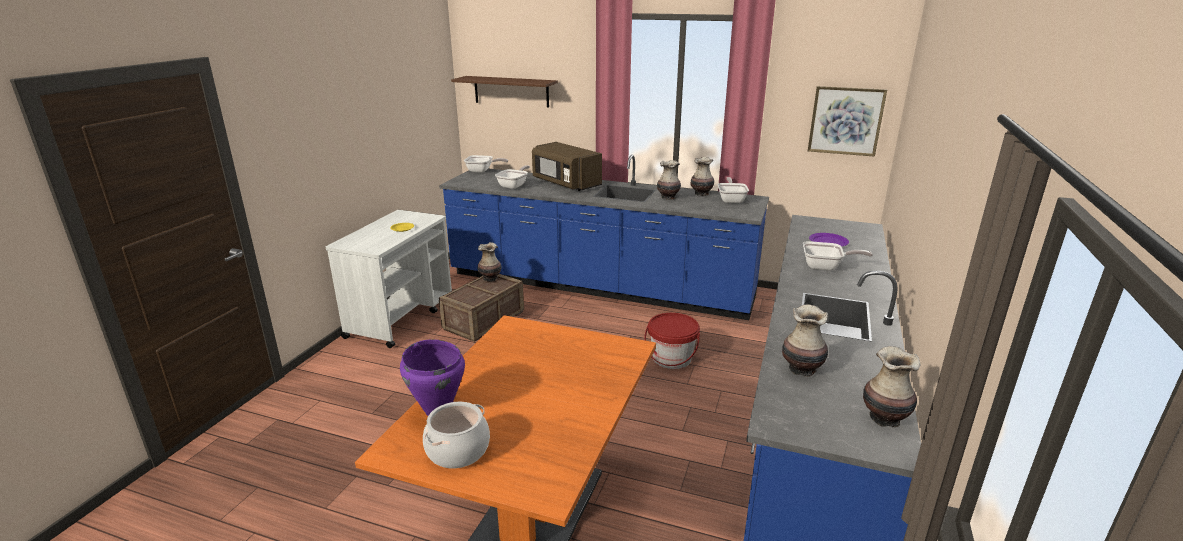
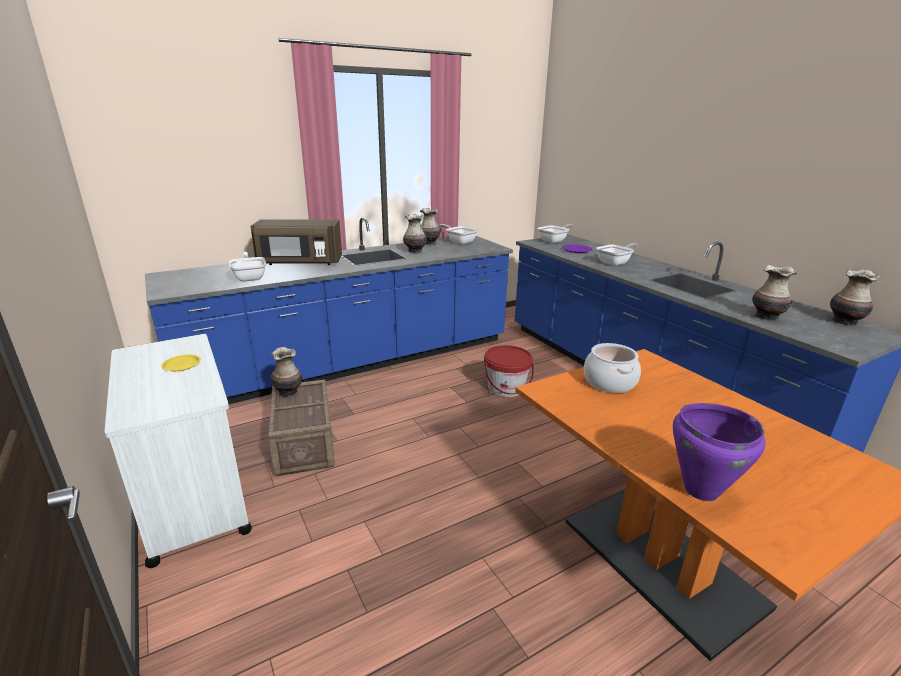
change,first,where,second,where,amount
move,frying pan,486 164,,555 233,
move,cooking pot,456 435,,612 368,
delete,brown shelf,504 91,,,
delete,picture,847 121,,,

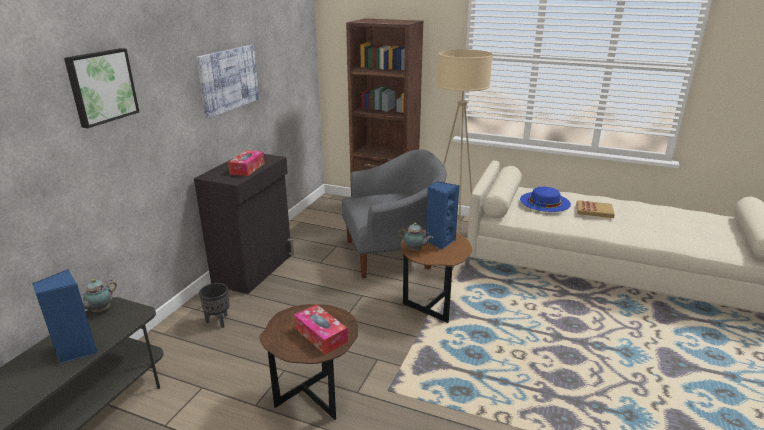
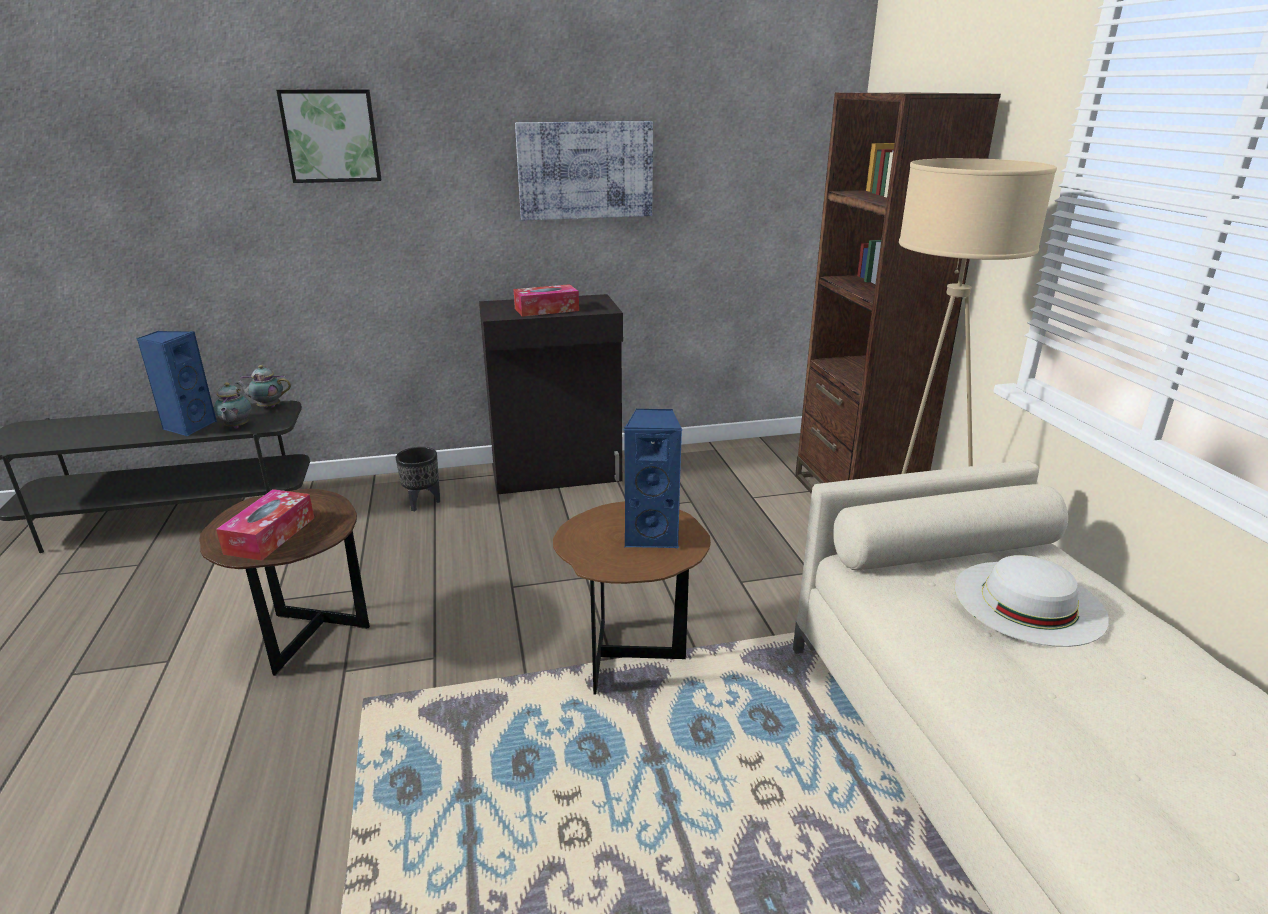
change,first,where,second,where,amount
move,teapot,415 237,,232 405,
recolor,blue hat,545 199,white hat,1032 601,
delete,grey armchair,394 213,,,
delete,book,595 209,,,

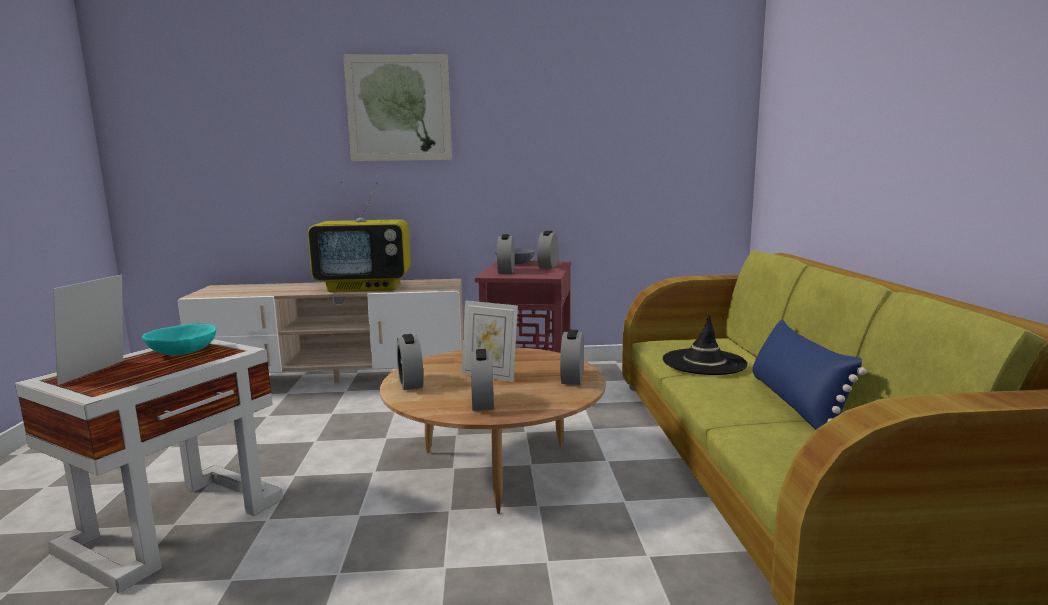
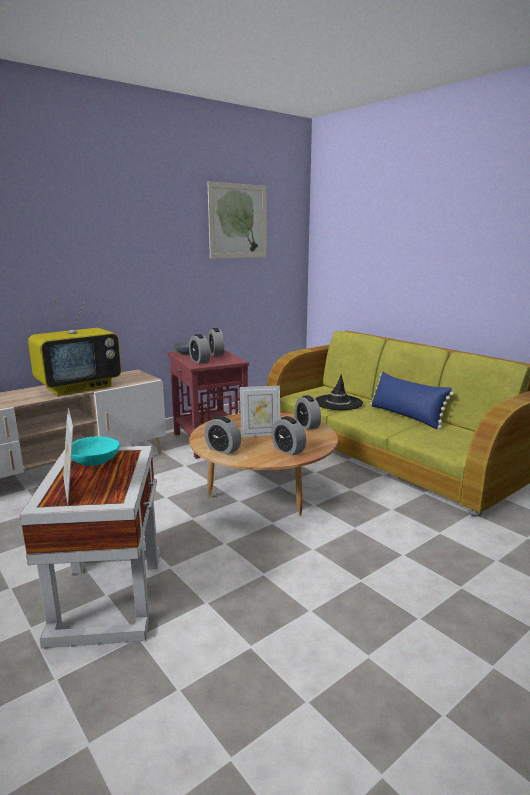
change,first,where,second,where,amount
move,picture,397 108,,236 220,

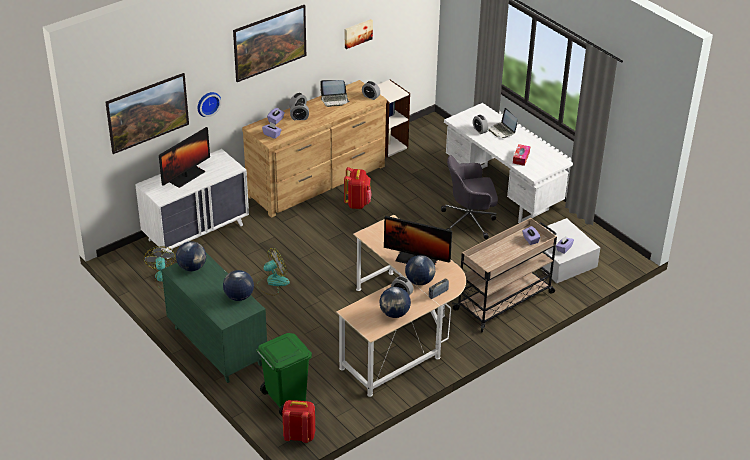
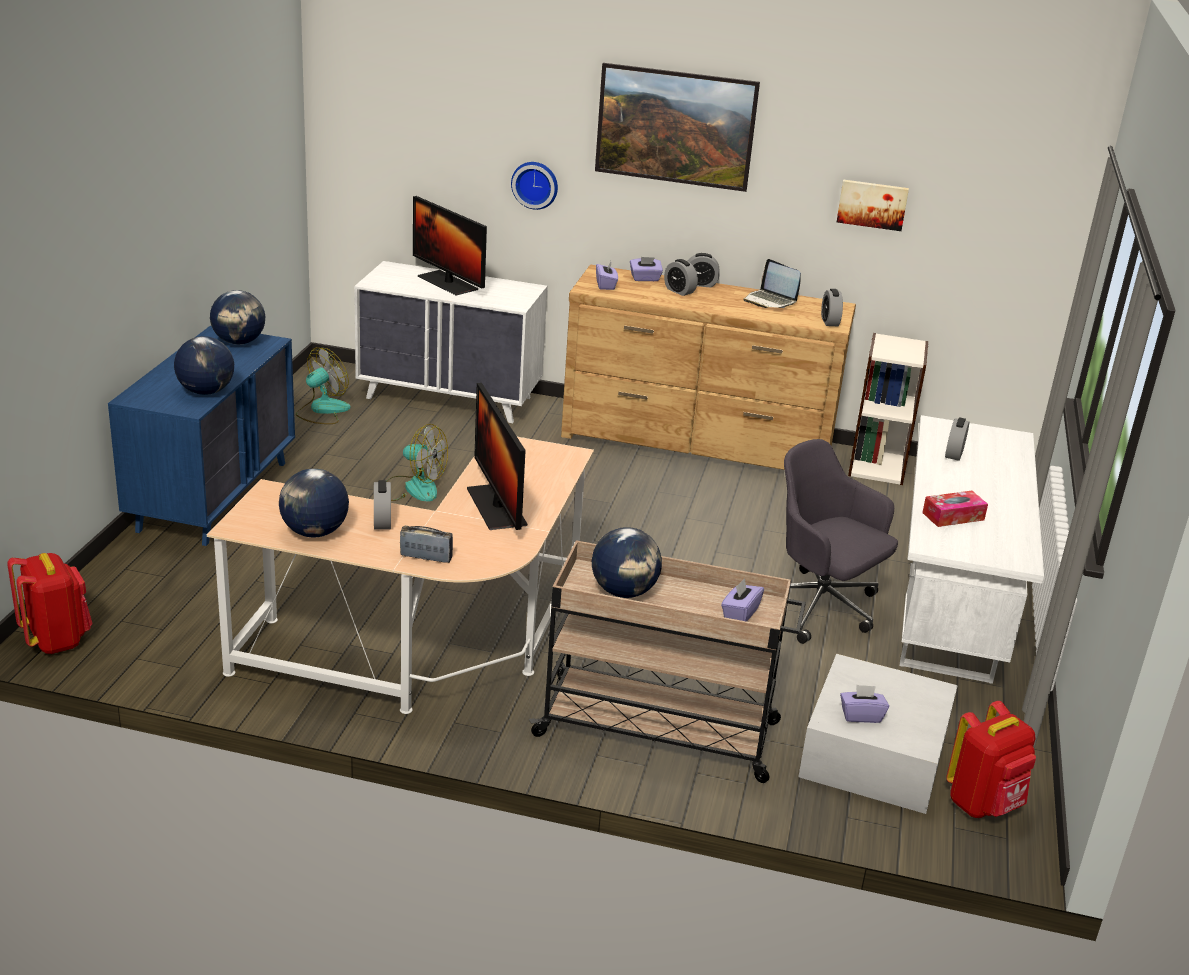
change,first,where,second,where,amount
recolor,green dresser,214 318,blue dresser,201 436,
rotate,monitor,184 157,,450 245,45 degrees clockwise
move,globe,420 270,,627 562,
move,red backpack,358 188,,991 759,
delete,picture,147 113,,,
delete,green trash can,284 375,,,
delete,laptop,502 123,,,

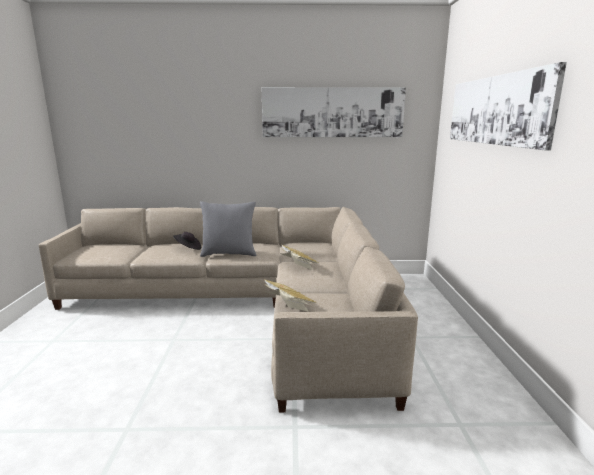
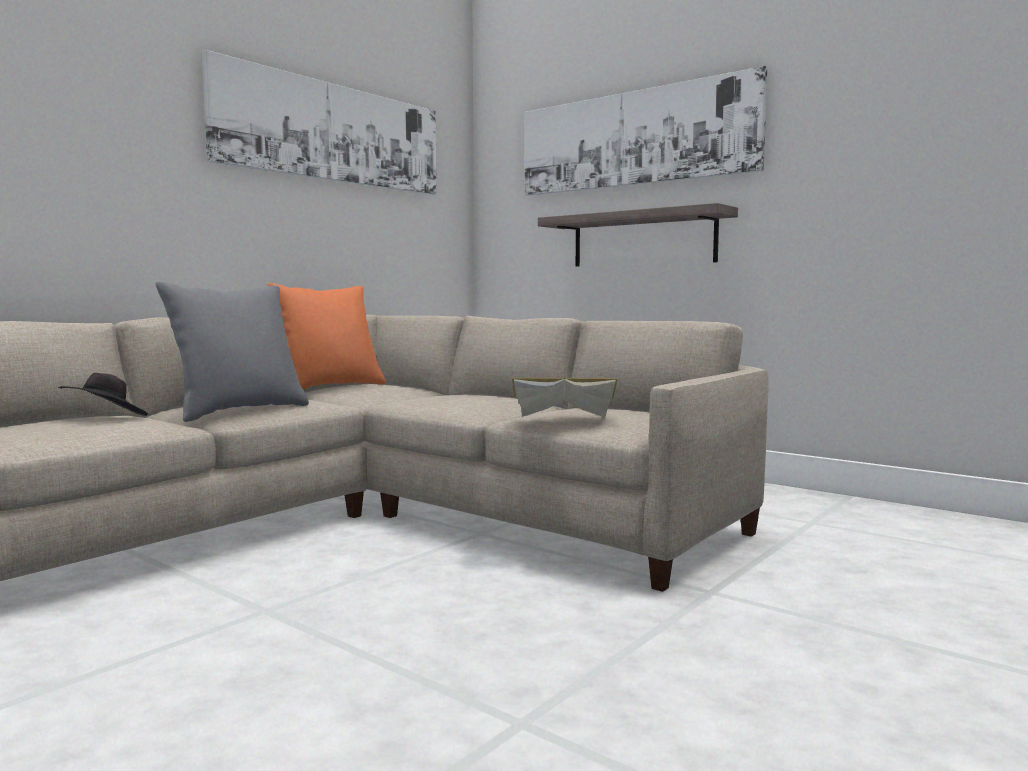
change,first,where,second,where,amount
insert,,,orange pillow,326 336,
insert,,,shelf,638 235,
delete,book,300 257,,,

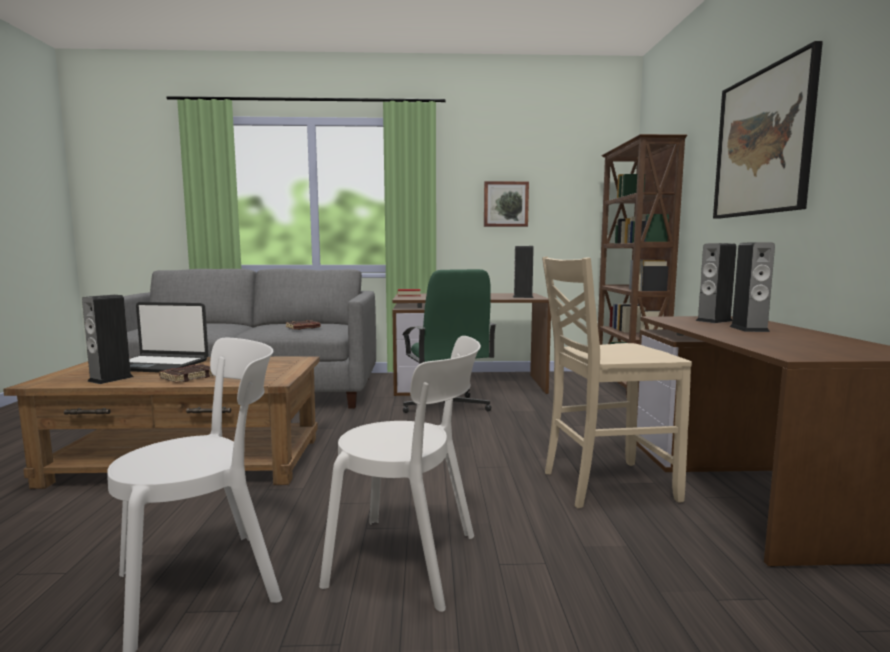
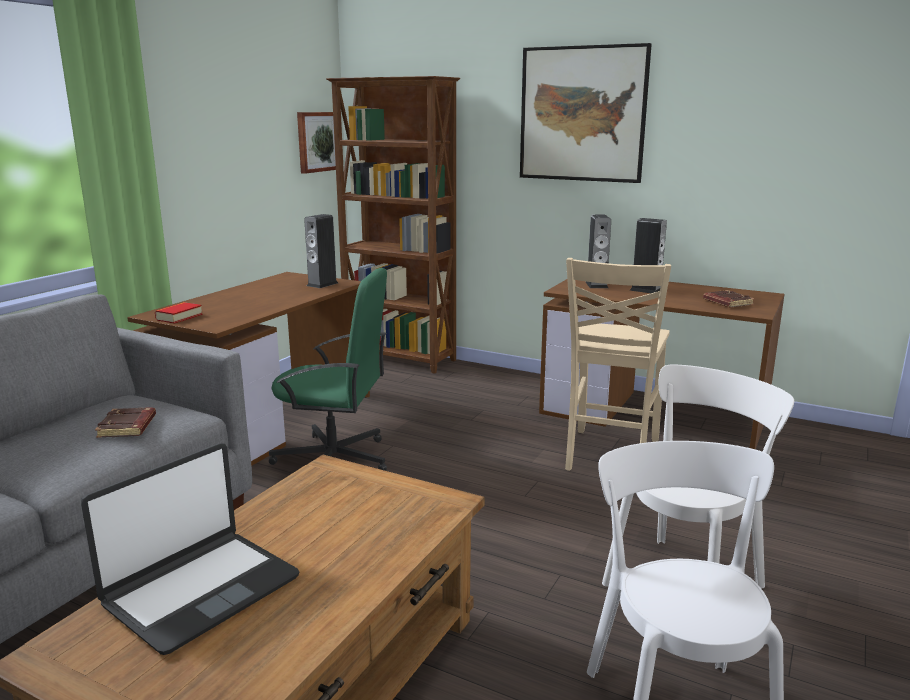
change,first,where,second,where,amount
move,picture,506 204,,316 143,
move,brown book,186 373,,728 299,
delete,speaker,107 339,,,

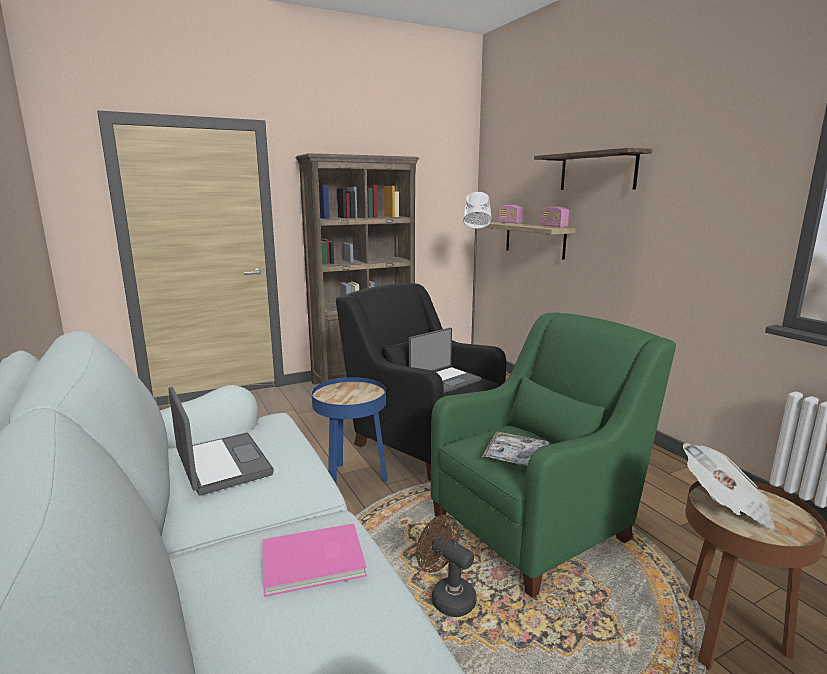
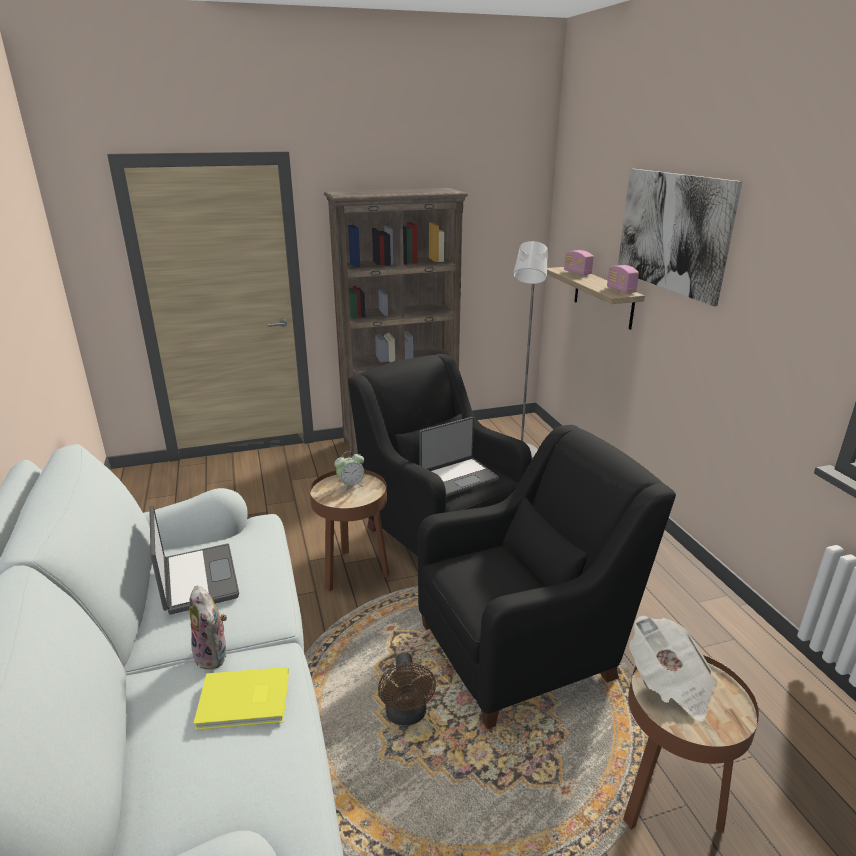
change,first,where,second,where,amount
insert,,,plush toy,208 627,
recolor,pink book,314 560,yellow book,241 698,
recolor,blue side table,349 431,brown side table,349 531,
insert,,,alarm clock,349 471,
rotate,brown fan,446 566,,407 689,150 degrees counterclockwise
recolor,green armchair,553 455,black armchair,547 577,
replace,shelf,593 169,picture,680 237,
delete,tray,515 449,,,

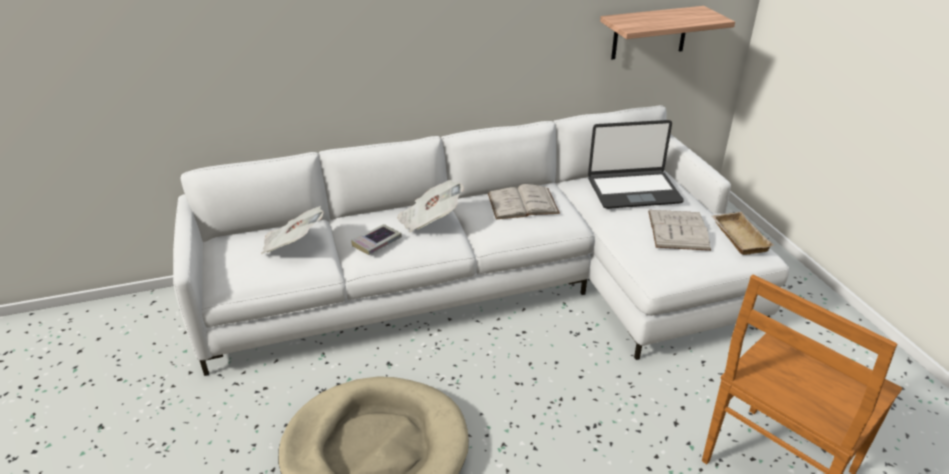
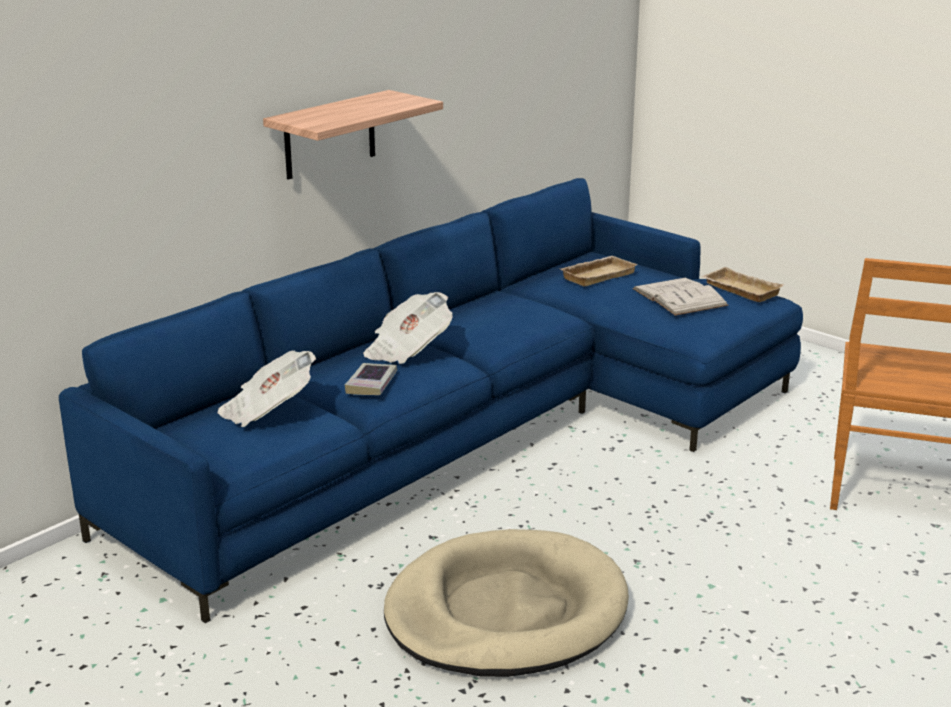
change,first,where,second,where,amount
recolor,white sofa,481 240,blue sofa,431 400,
move,shelf,667 33,,353 135,
replace,laptop,636 164,beige tray,599 271,
delete,white book,524 201,,,

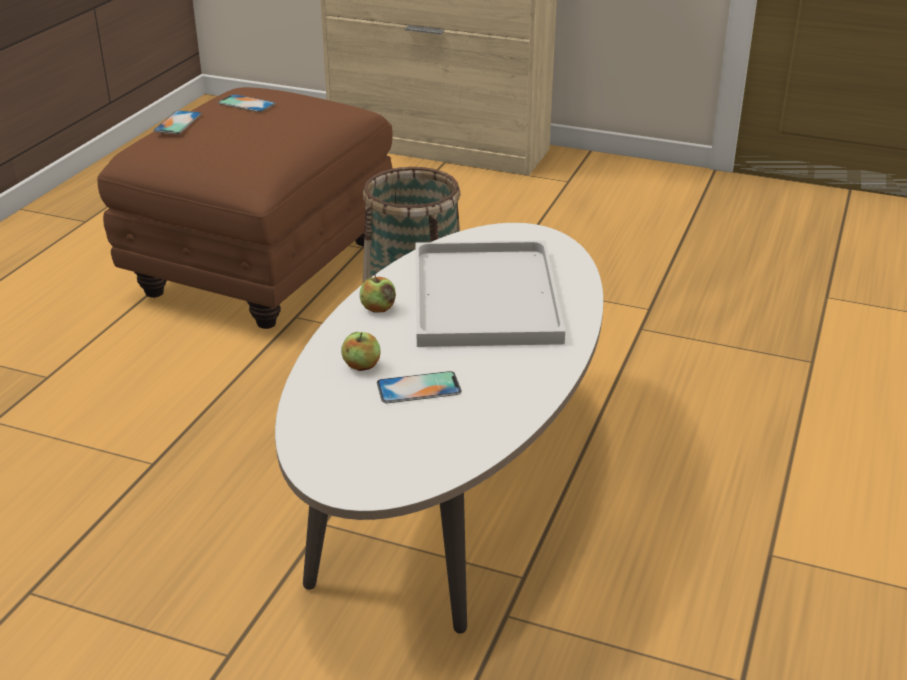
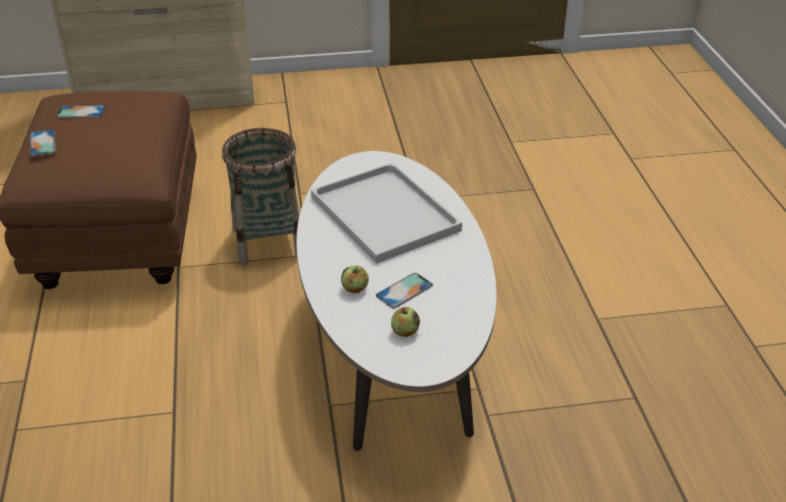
change,first,where,second,where,amount
move,apple,378 293,,405 322,

